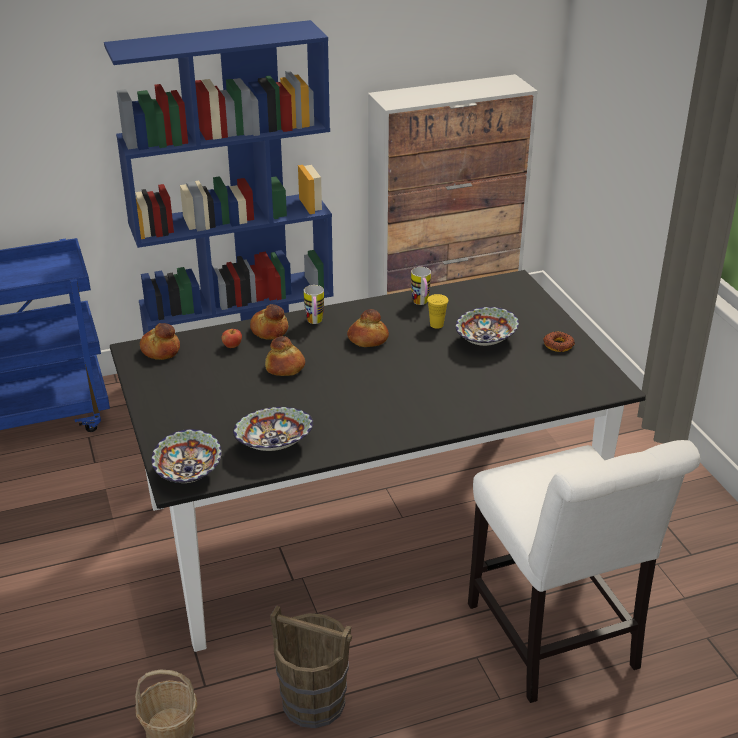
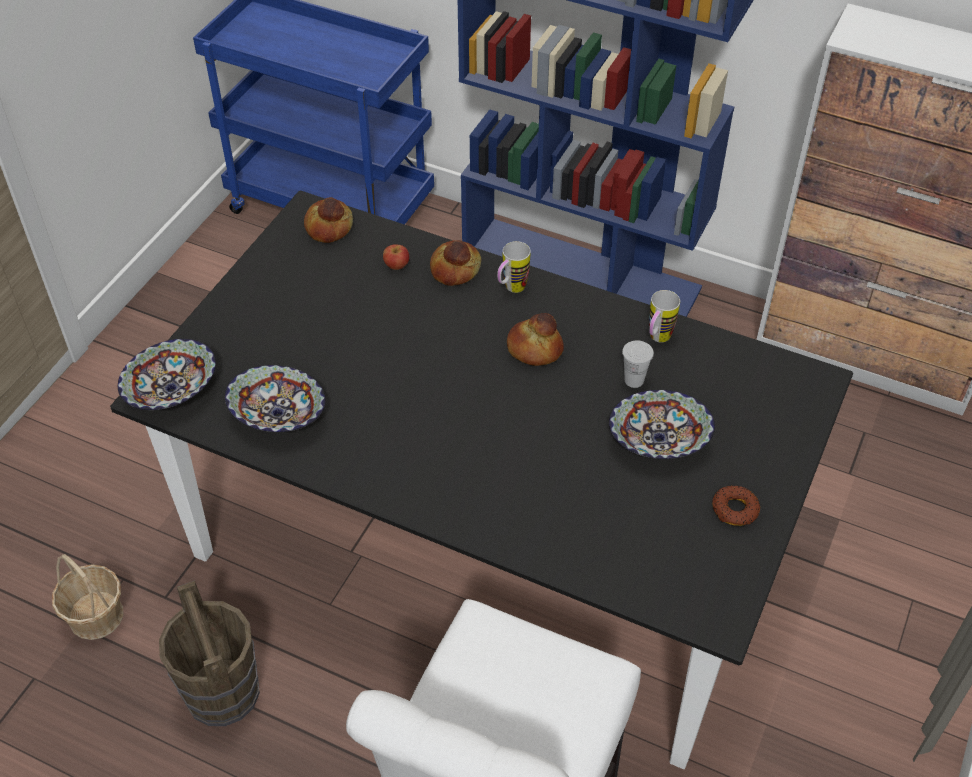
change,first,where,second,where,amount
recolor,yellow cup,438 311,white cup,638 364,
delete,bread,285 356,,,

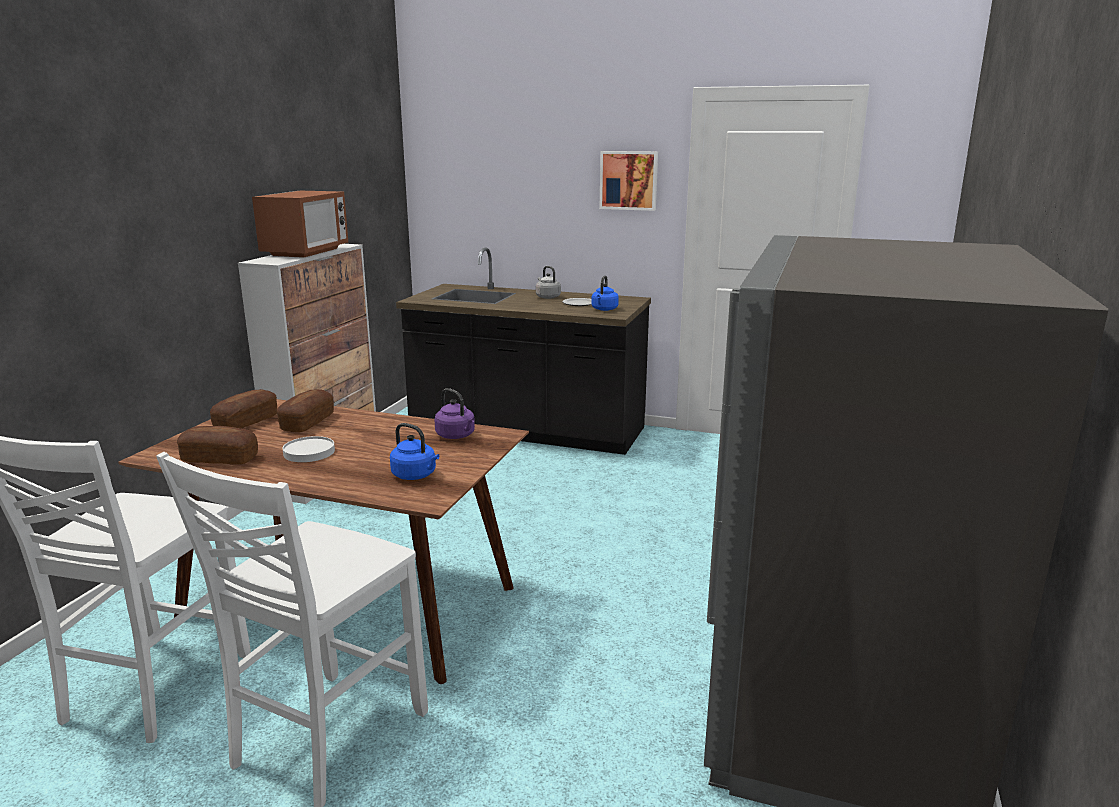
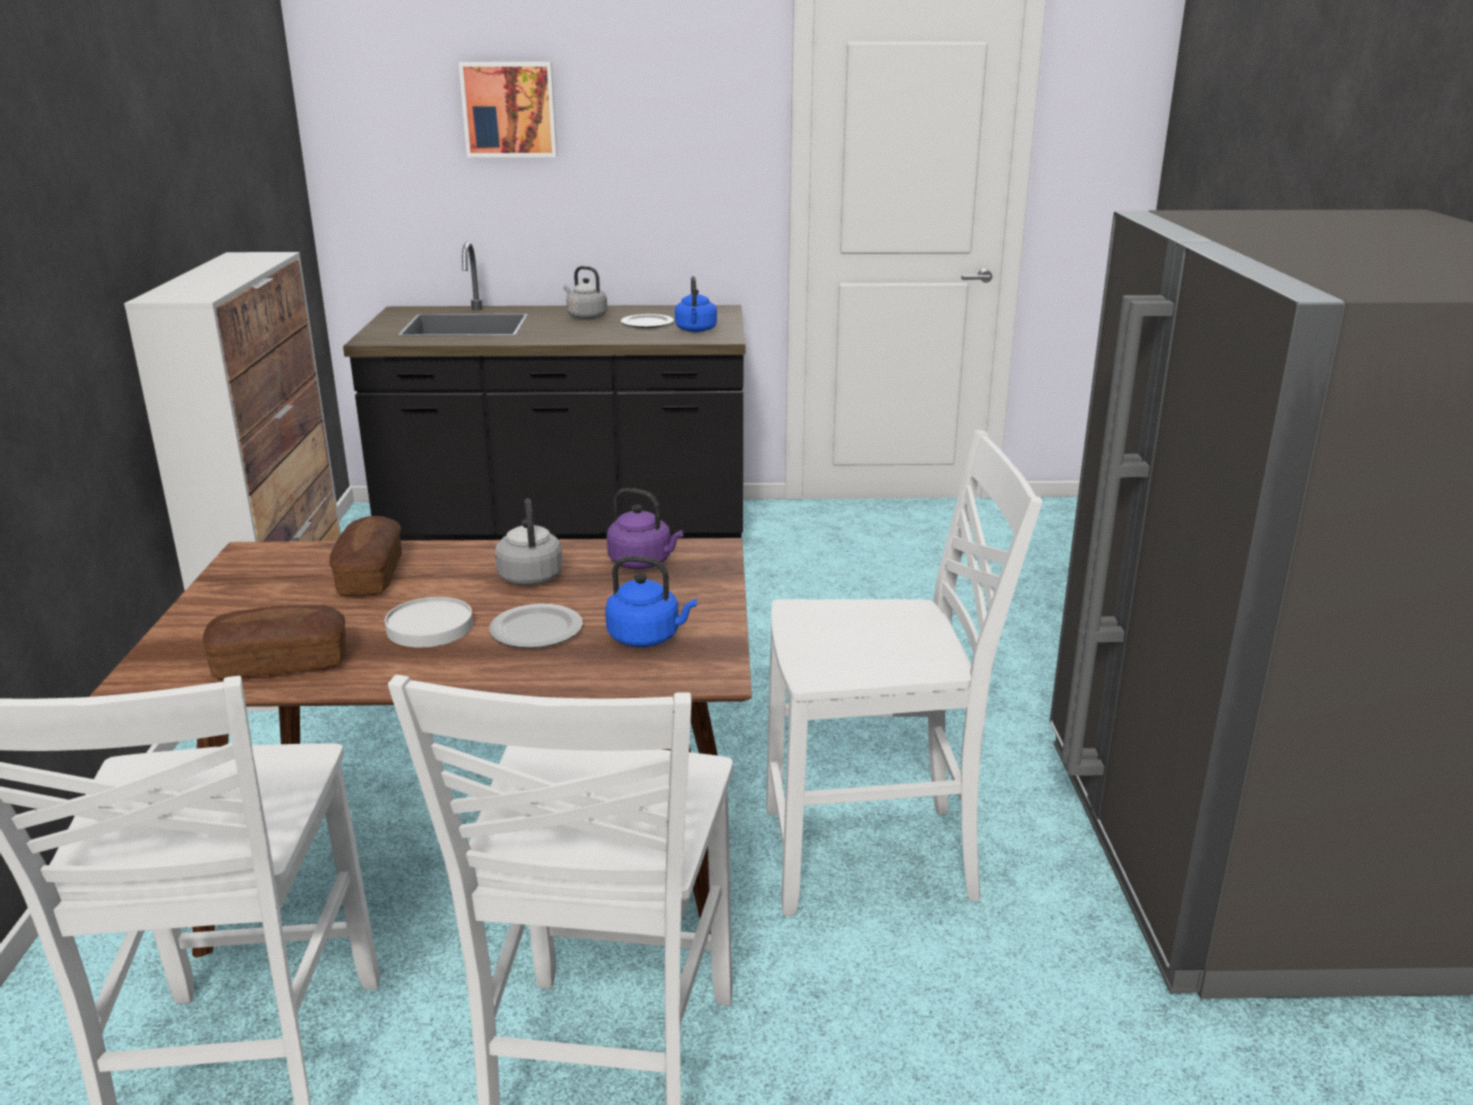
change,first,where,second,where,amount
move,picture,629 181,,508 109,
insert,,,plate,536 626,
insert,,,grey kettle,529 541,
insert,,,white chair,904 673,
delete,bread,243 409,,,
delete,microwave,300 224,,,

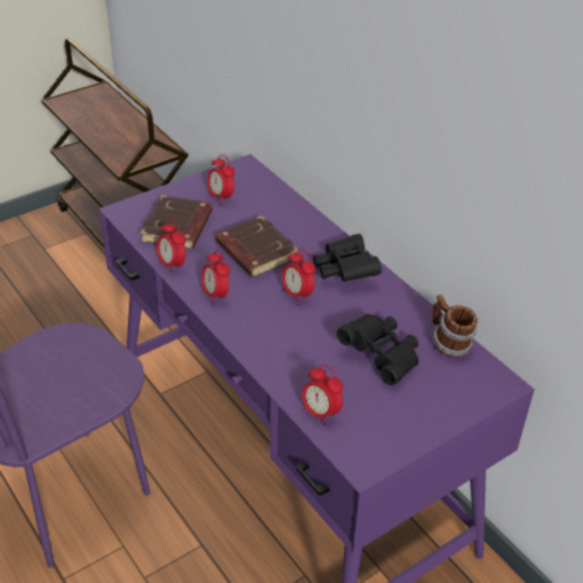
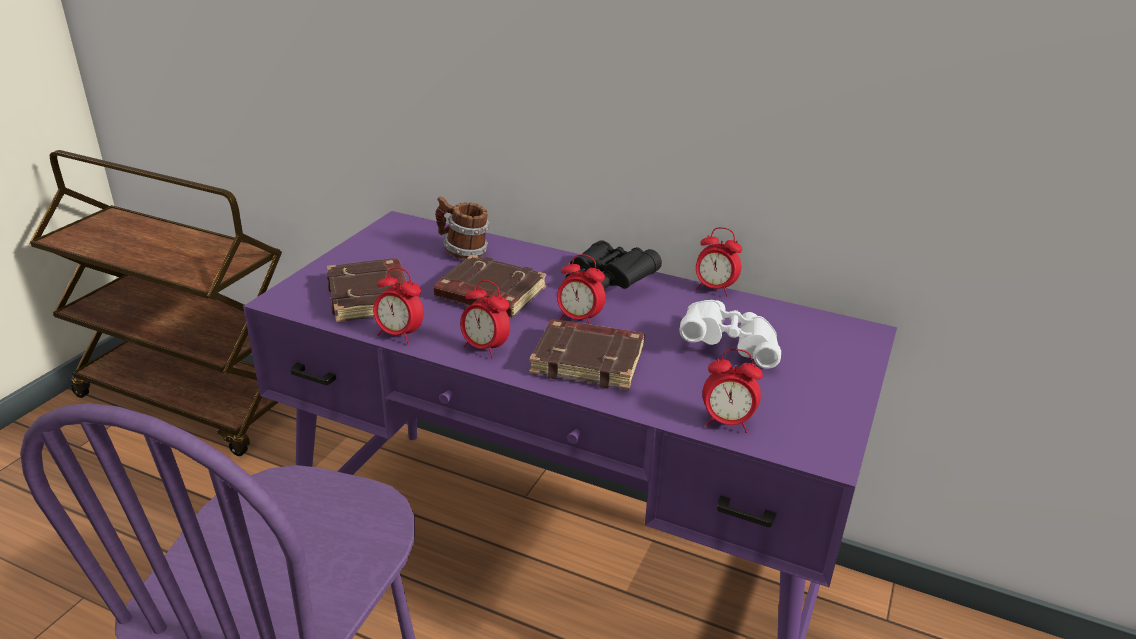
change,first,where,second,where,amount
move,mug,455 326,,462 228,
insert,,,brown book,587 354,
recolor,black binoculars,378 349,white binoculars,730 334,
move,alarm clock,221 179,,719 262,

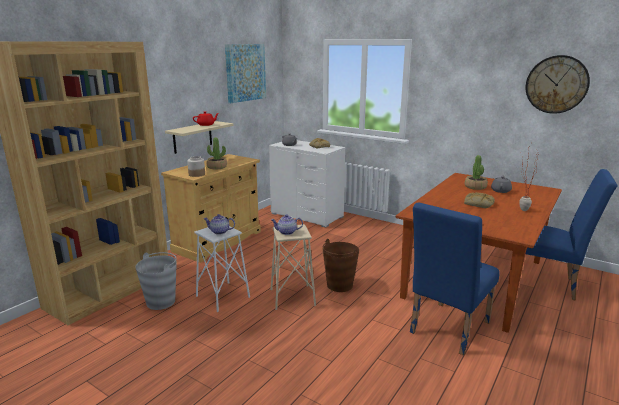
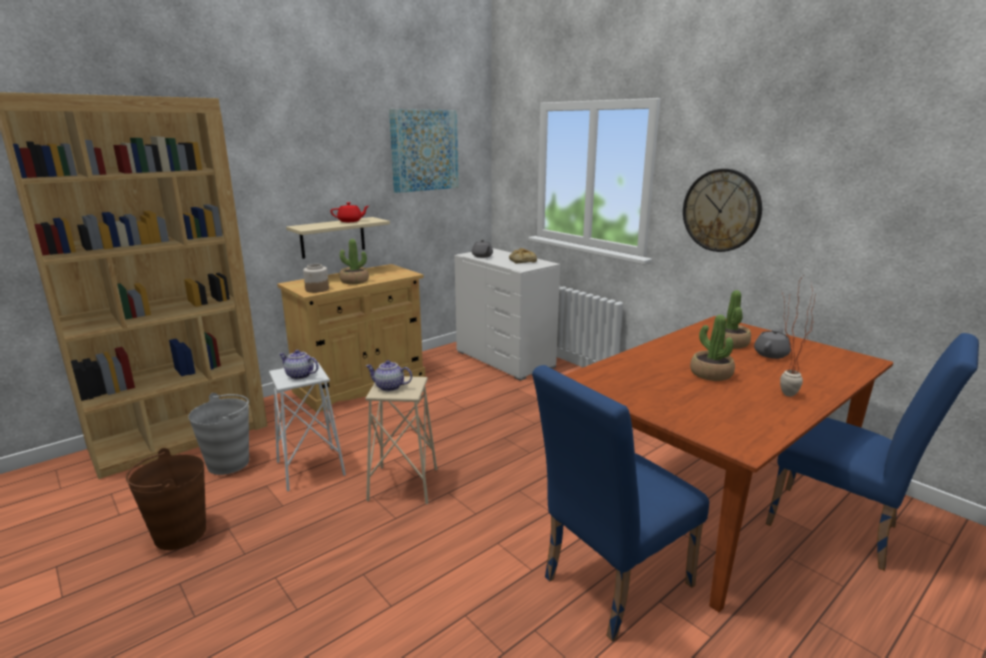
change,first,where,second,where,amount
move,brown bucket,341 265,,166 499,
move,wall clock,558 84,,722 210,
replace,bread,479 200,potted plant,712 348,

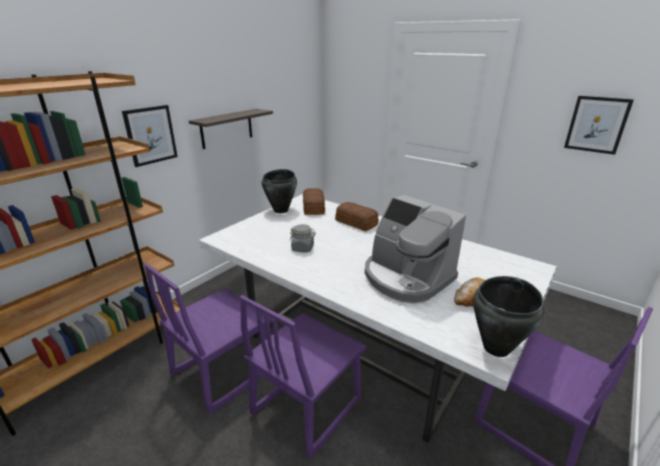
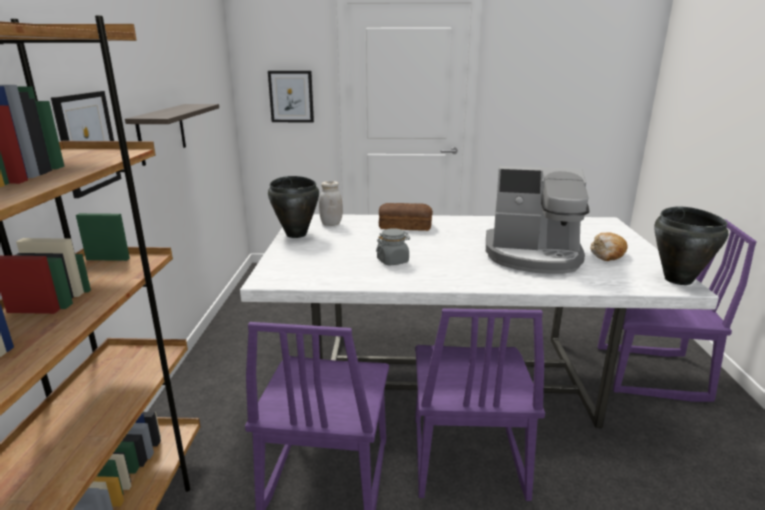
change,first,where,second,where,amount
move,picture,599 125,,291 96,
replace,bread,314 201,white jar,331 203,

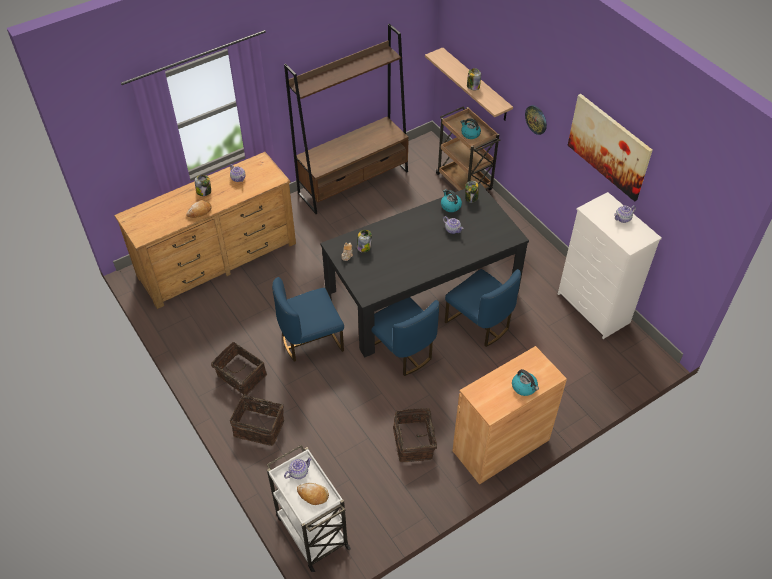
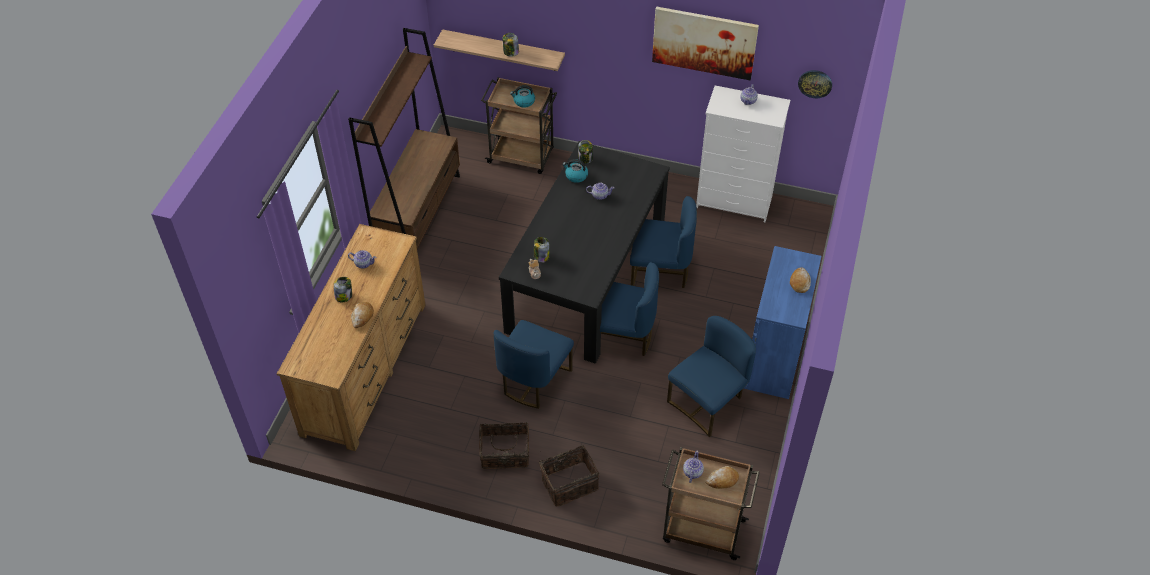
change,first,where,second,where,amount
recolor,white cart,309 509,brown cart,711 503,
replace,basket,415 435,blue chair,711 376,
recolor,brown cabinet,509 415,blue cabinet,782 322,
replace,kettle,525 382,bread,800 280,
move,wall clock,536 120,,815 84,

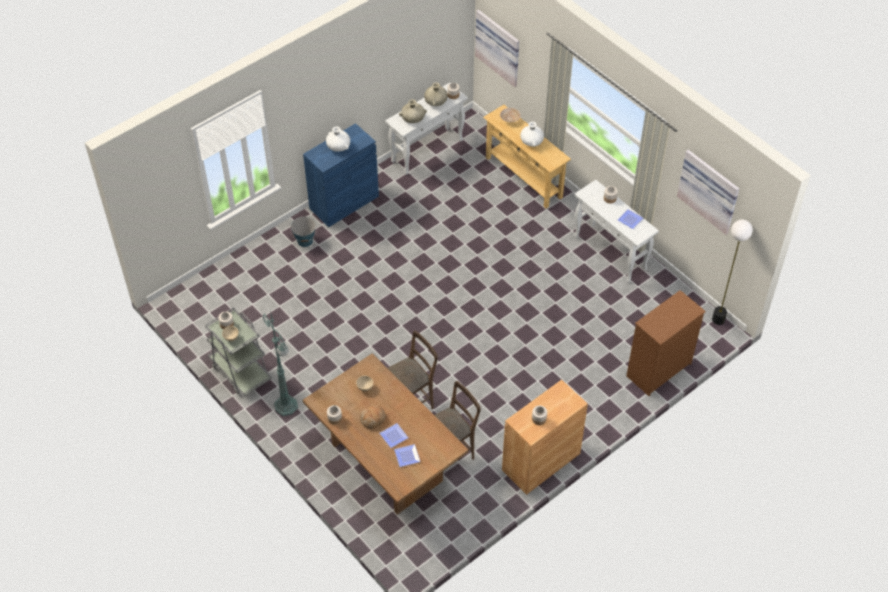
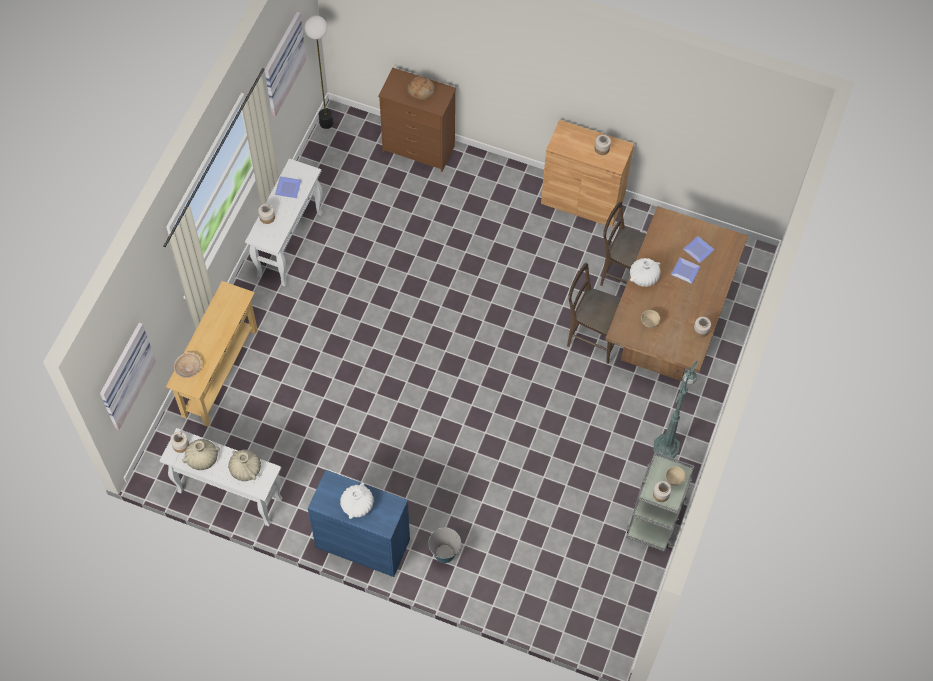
change,first,where,second,where,amount
move,bread,373 417,,421 88,
move,white vase,532 134,,645 272,

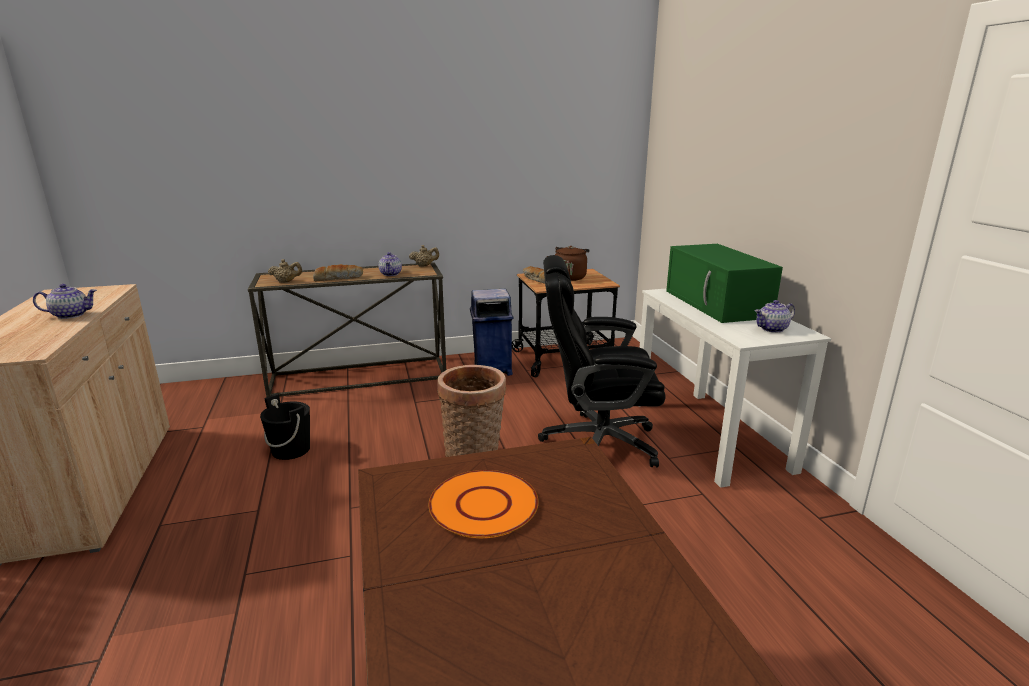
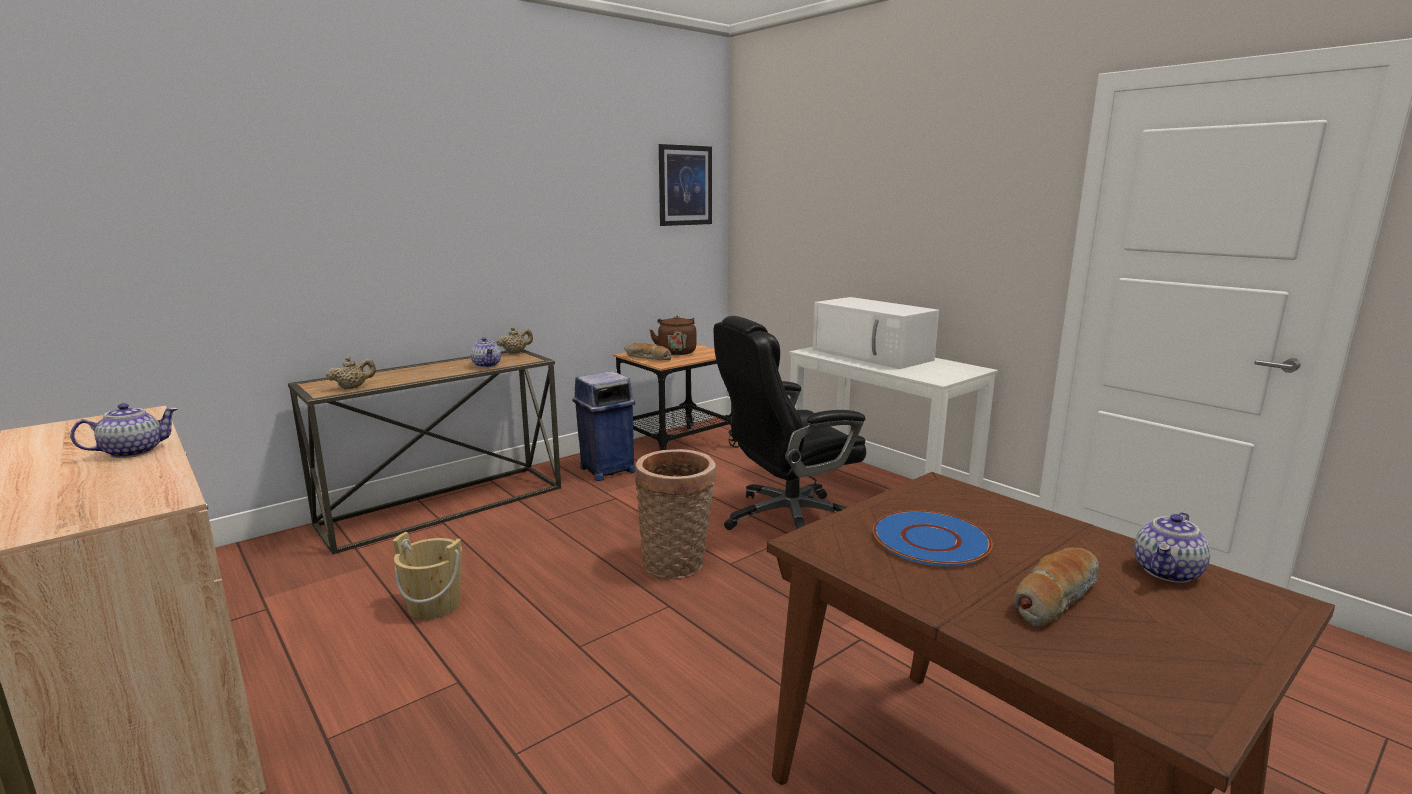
change,first,where,second,where,amount
recolor,black bucket,285 427,beige bucket,427 575,
insert,,,picture,685 185,
recolor,green microwave,724 283,white microwave,876 333,
recolor,orange plate,483 504,blue plate,933 538,
move,bread,338 272,,1056 588,
move,teapot,775 316,,1172 547,

